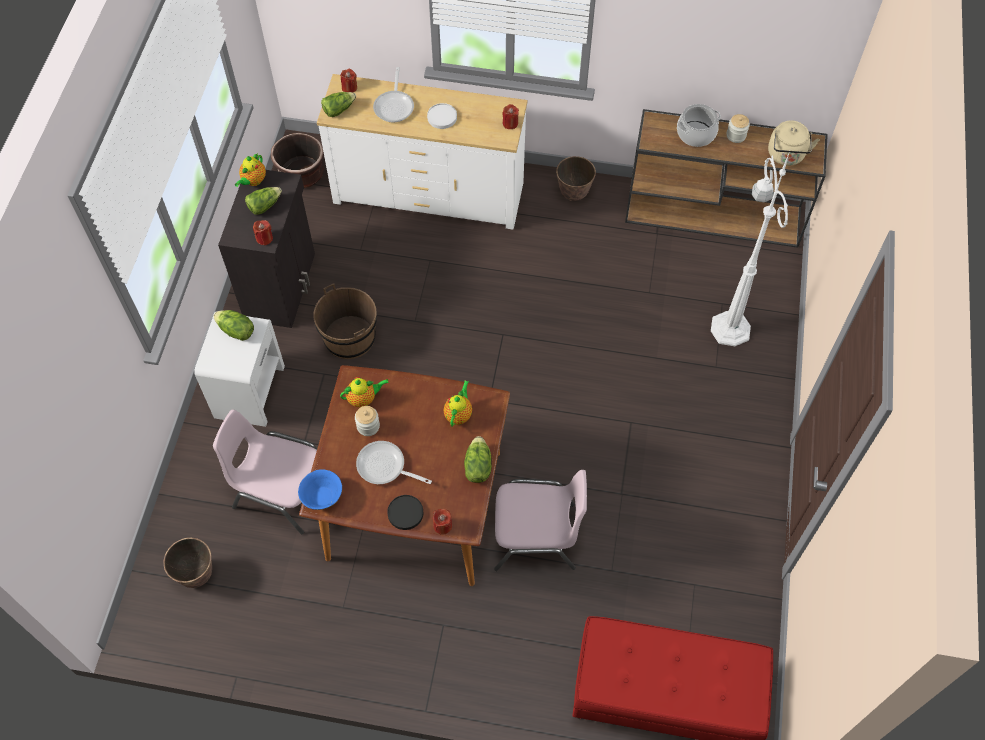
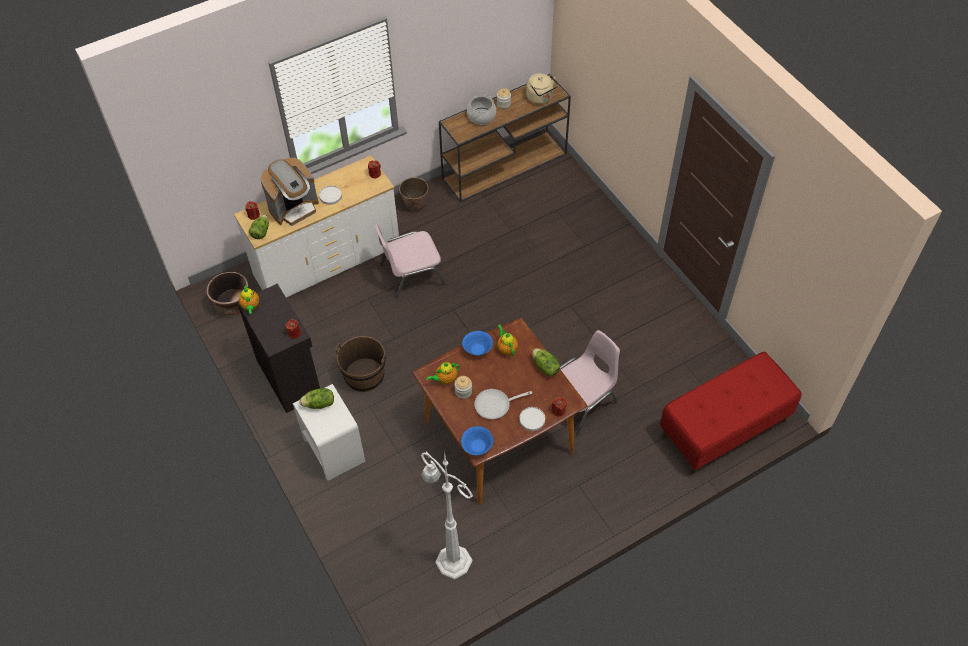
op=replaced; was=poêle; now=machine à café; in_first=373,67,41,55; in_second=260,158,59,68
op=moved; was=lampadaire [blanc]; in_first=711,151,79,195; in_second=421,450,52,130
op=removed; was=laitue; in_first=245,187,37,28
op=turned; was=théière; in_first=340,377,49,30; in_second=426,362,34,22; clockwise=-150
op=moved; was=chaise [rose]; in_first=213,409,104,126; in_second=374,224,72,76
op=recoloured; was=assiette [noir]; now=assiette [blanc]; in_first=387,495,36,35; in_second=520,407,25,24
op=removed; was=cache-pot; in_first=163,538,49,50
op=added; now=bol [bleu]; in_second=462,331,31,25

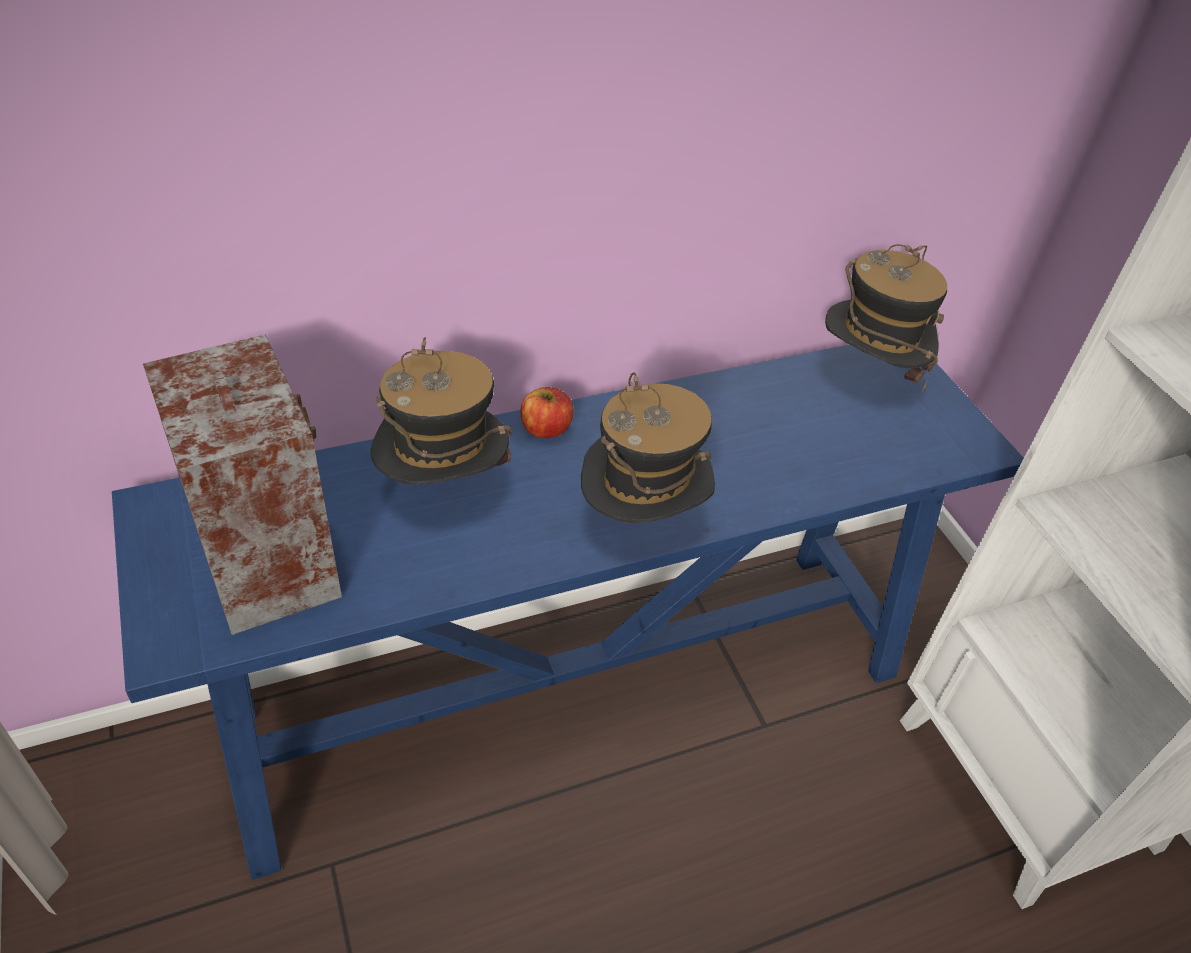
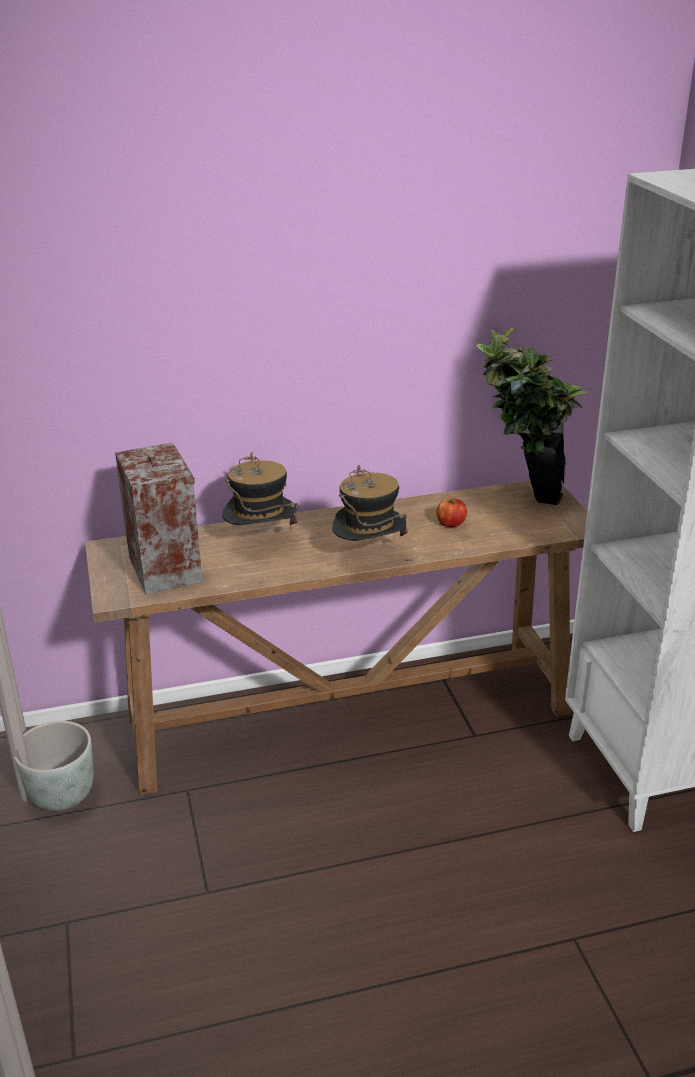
op=replaced; was=chapeau; now=plante en pot; in_first=825,244,122,148; in_second=476,327,111,178
op=recoloured; was=table console [bleu]; now=table console [marron]; in_first=112,345,911,535; in_second=85,480,502,315
op=moved; was=pomme; in_first=521,387,53,51; in_second=436,499,31,28
op=added; now=cache-pot [gris]; in_second=14,721,80,90

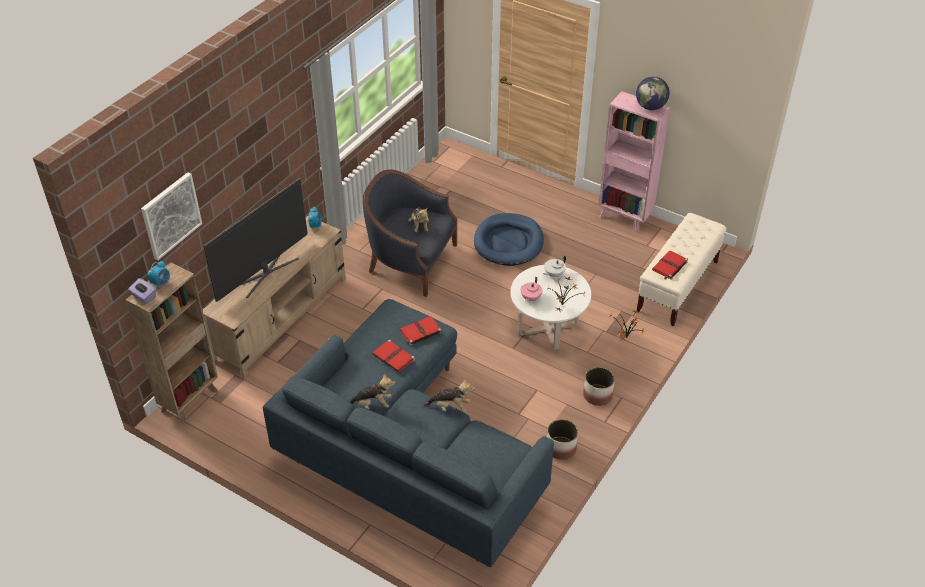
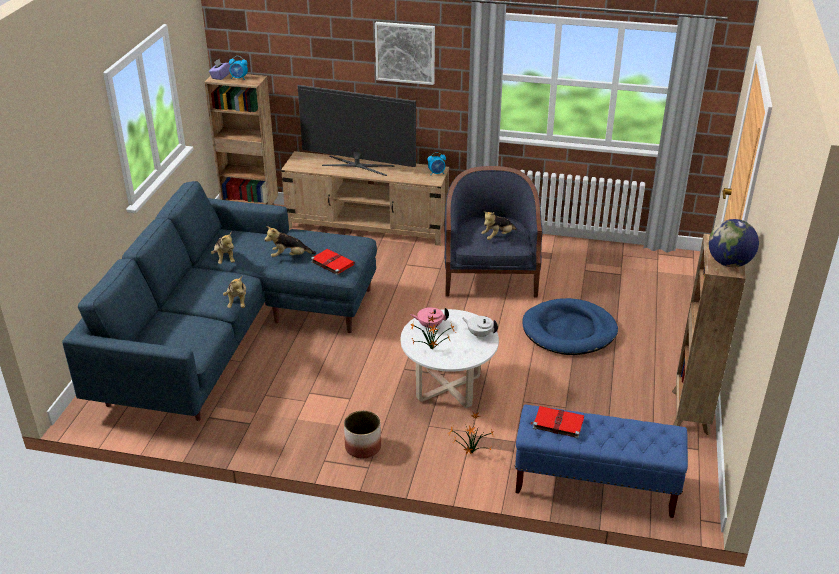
op=recoloured; was=bibliothèque [rose]; now=bibliothèque [marron]; in_first=599,91,71,141; in_second=672,234,74,201
op=moved; was=tableau; in_first=141,172,61,88; in_second=375,22,60,63
op=recoloured; was=banc [beige]; now=banc [bleu]; in_first=637,213,90,114; in_second=515,404,173,114
op=replaced; was=livre [rouge]; now=peluche; in_first=372,339,43,33; in_second=265,226,51,31
op=removed; was=cache-pot; in_first=547,419,31,41

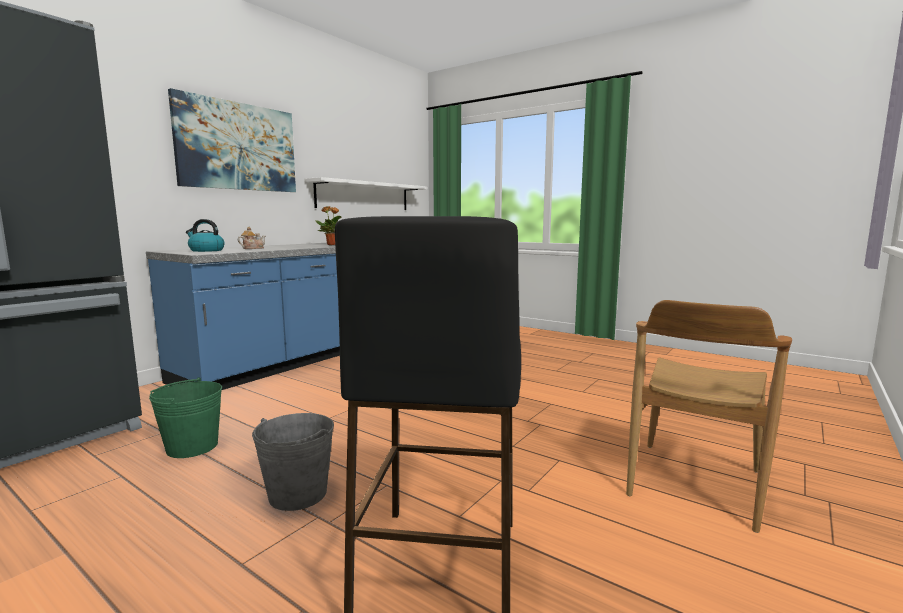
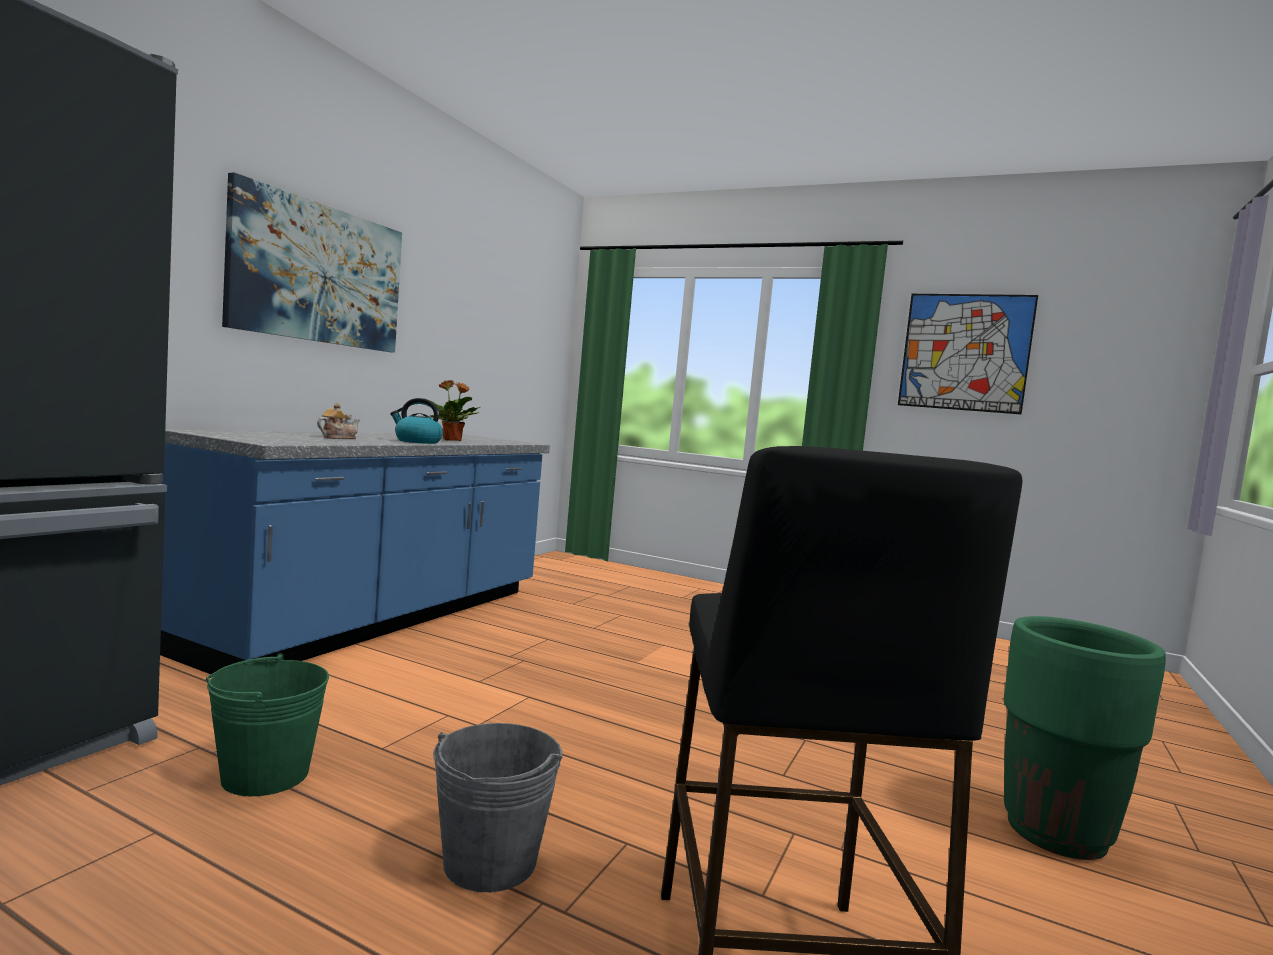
op=removed; was=étagère [blanc]; in_first=305,177,122,33
op=moved; was=bouilloire; in_first=186,219,38,33; in_second=390,398,53,46
op=replaced; was=chaise [marron]; now=cache-pot [vert]; in_first=626,300,166,233; in_second=1004,616,162,244
op=added; now=tableau; in_second=898,294,140,120

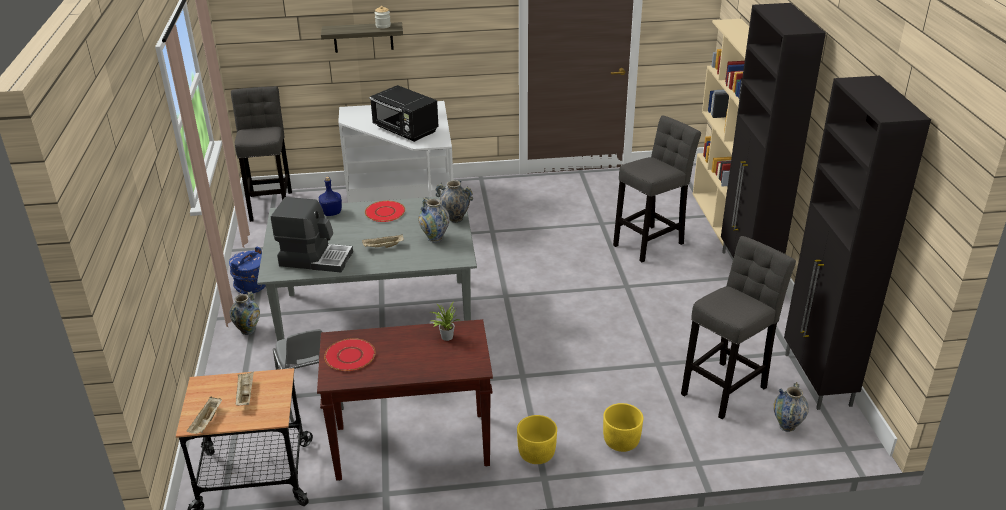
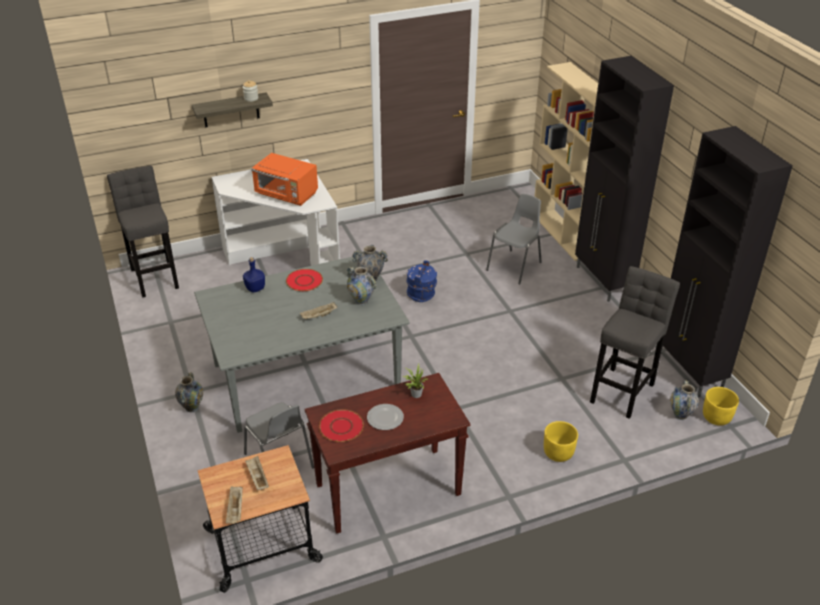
op=recoloured; was=micro-ondes [noir]; now=micro-ondes [orange]; in_first=369,85,70,57; in_second=251,153,67,53
op=replaced; was=tabouret [gris]; now=chaise [gris]; in_first=613,115,88,147; in_second=486,194,56,90
op=removed; was=machine à café; in_first=271,197,82,75
op=moved; was=seau [bleu]; in_first=229,247,37,47; in_second=406,260,31,42
op=moved; was=cache-pot [jaune]; in_first=517,415,40,49; in_second=703,387,36,39
op=added; now=assiette; in_second=367,404,37,26

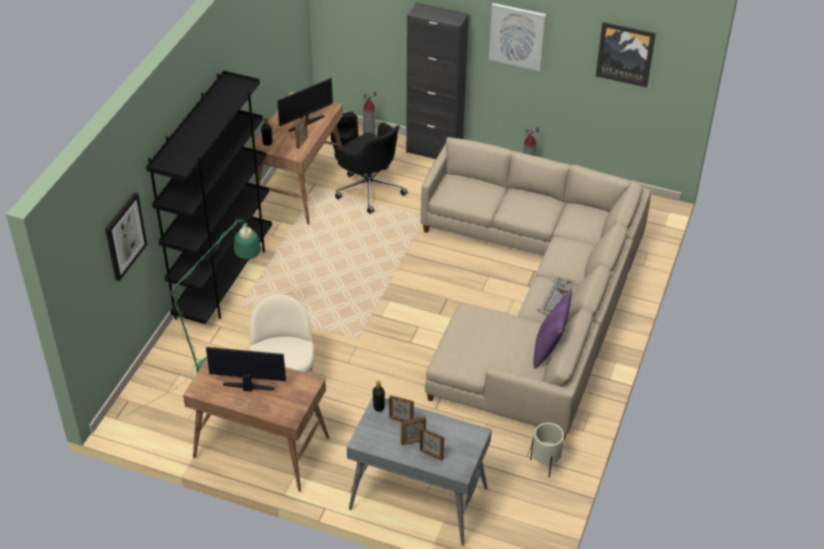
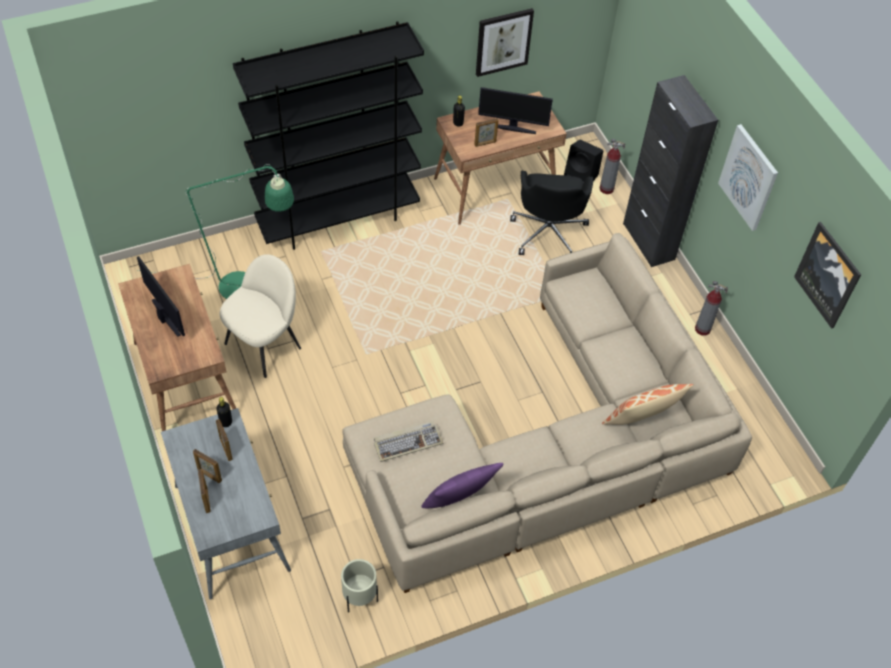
op=moved; was=tableau; in_first=105,192,42,89; in_second=476,8,58,69
op=moved; was=clavier; in_first=537,276,38,39; in_second=374,421,69,41
op=added; now=coussin; in_second=602,384,91,41

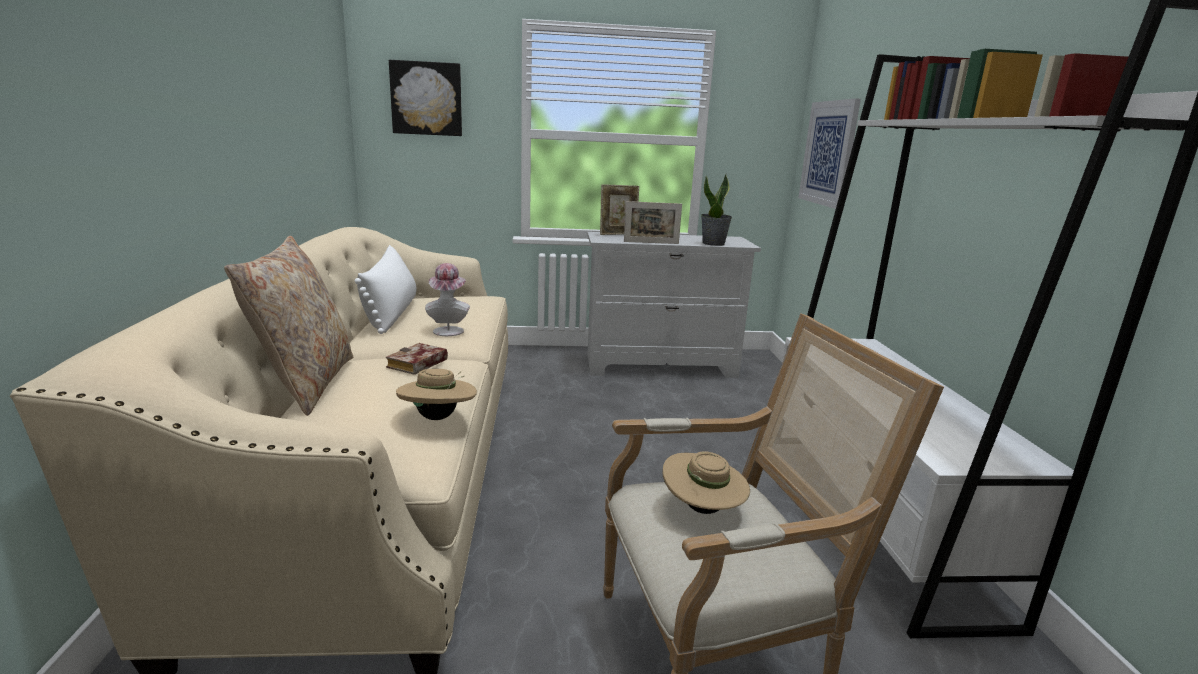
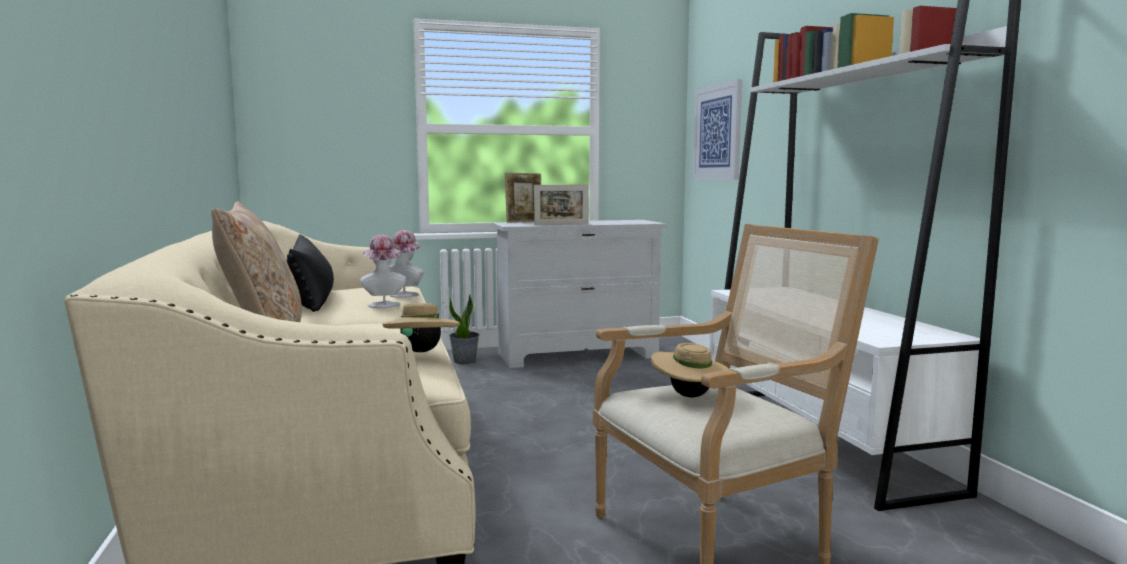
op=removed; was=tableau; in_first=389,60,73,76
op=moved; was=plante en pot; in_first=701,174,31,72; in_second=449,295,30,69
op=recoloured; was=coussin [blanc]; now=coussin [noir]; in_first=355,245,62,89; in_second=287,234,47,78
op=removed; was=livre; in_first=386,343,62,32
op=added; now=chapeau; in_second=389,230,35,68

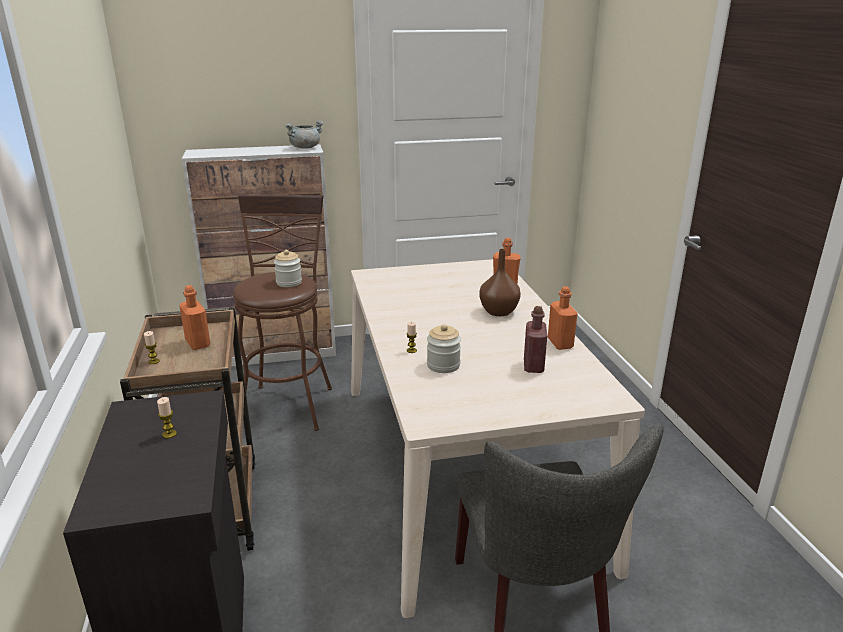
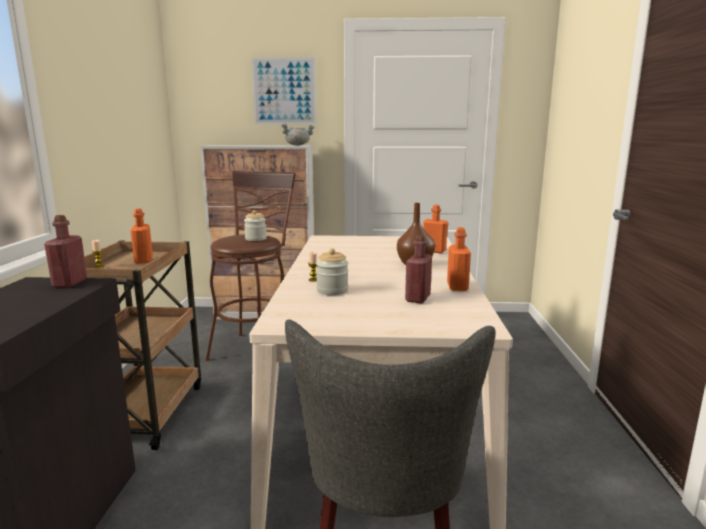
op=removed; was=bougie; in_first=157,397,20,42
op=added; now=tableau; in_second=251,57,66,67
op=added; now=bouteille [rouge]; in_second=44,215,43,73

